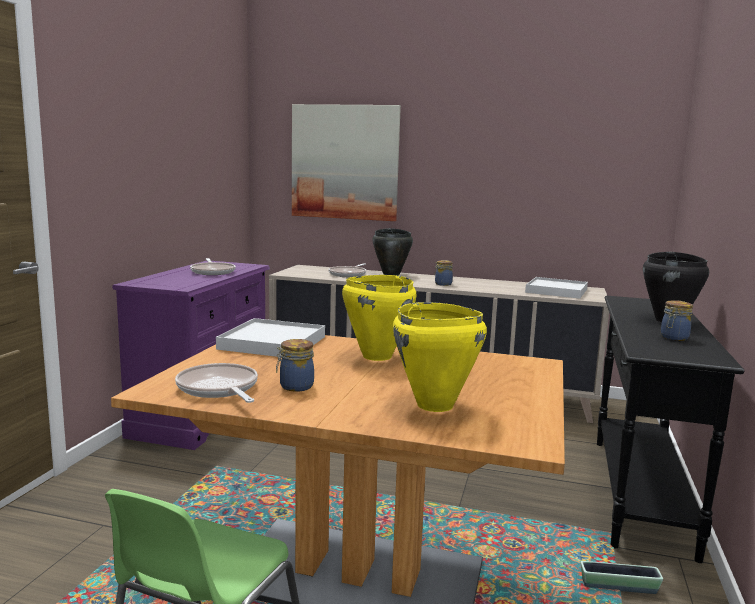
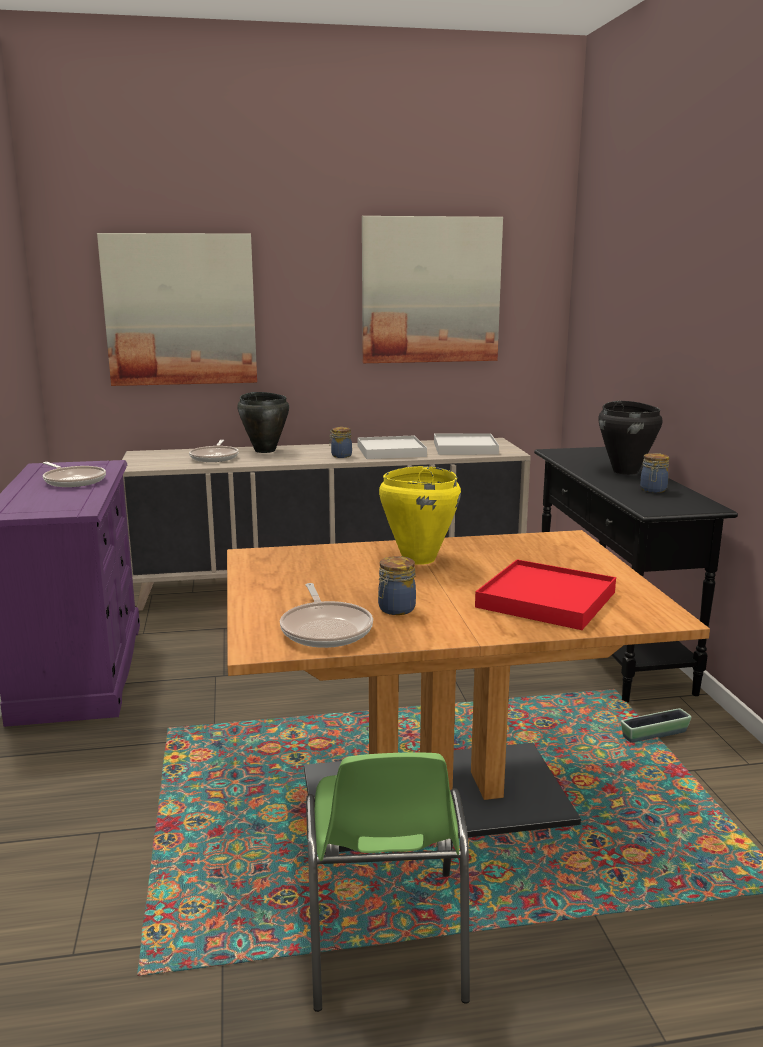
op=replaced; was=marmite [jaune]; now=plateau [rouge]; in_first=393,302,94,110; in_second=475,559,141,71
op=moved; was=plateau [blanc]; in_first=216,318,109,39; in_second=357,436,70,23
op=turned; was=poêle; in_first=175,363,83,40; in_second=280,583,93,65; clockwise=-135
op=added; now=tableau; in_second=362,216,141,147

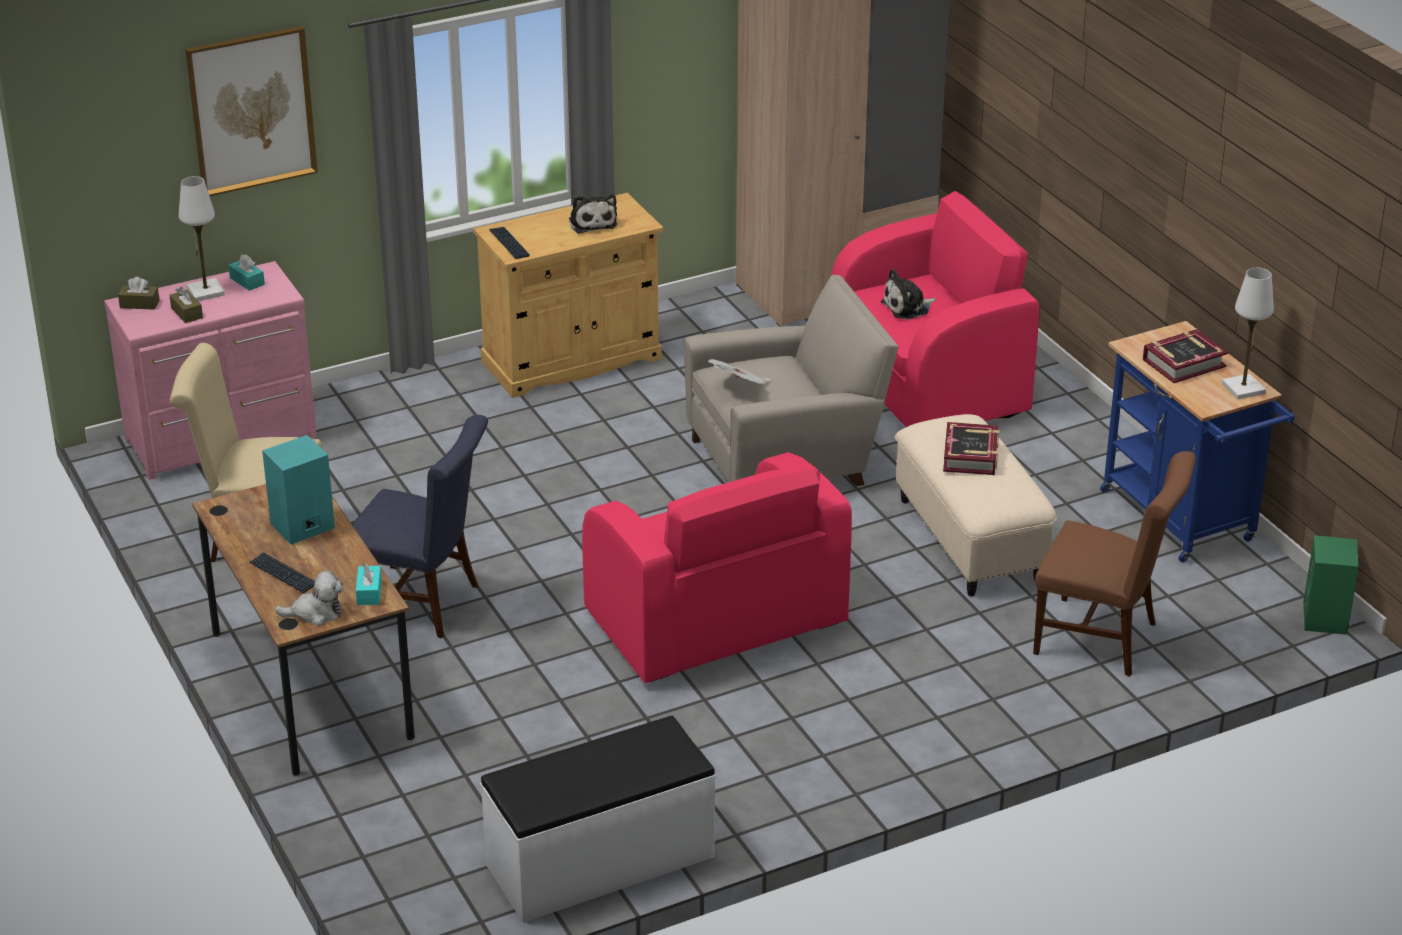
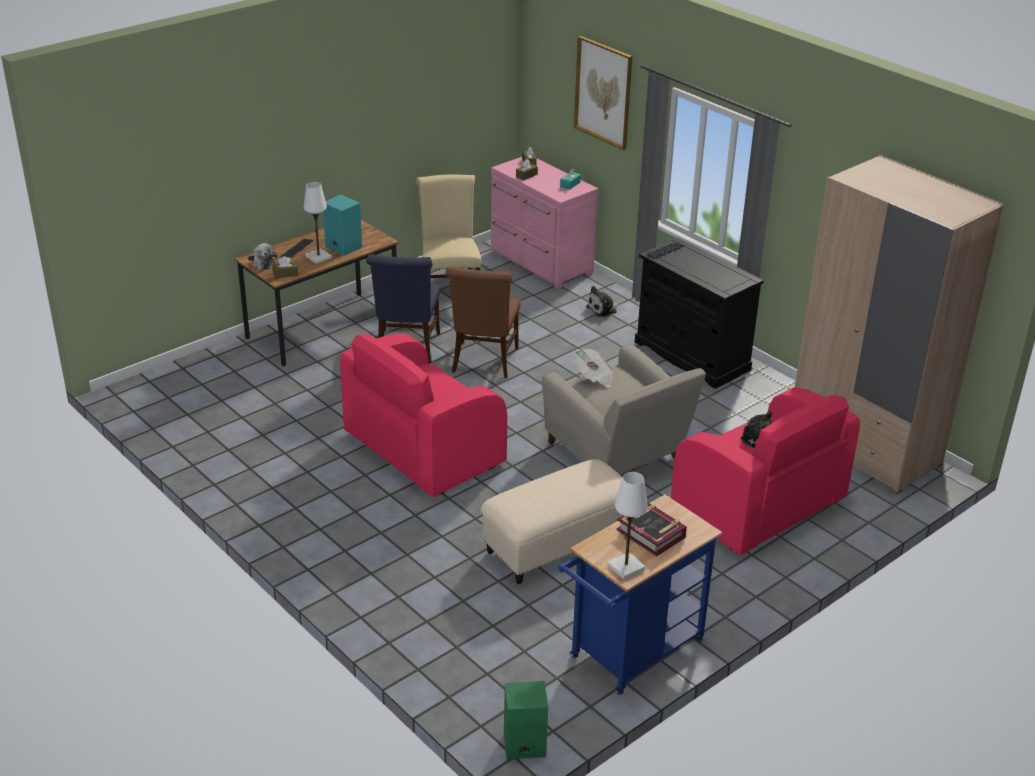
op=moved; was=lampe de table [blanc]; in_first=179,176,46,125; in_second=304,182,28,82
op=recoloured; was=meuble de rangement [beige]; now=meuble de rangement [noir]; in_first=473,193,190,205; in_second=635,238,129,151
op=moved; was=peluche; in_first=569,194,48,40; in_second=586,286,33,31
op=removed; was=livre; in_first=943,422,56,53
op=moved; was=chaise [marron]; in_first=1033,451,163,226; in_second=446,266,74,112
op=recoloured; was=boîte à mouchoirs [turquoise]; now=boîte à mouchoirs [marron]; in_first=356,563,26,42; in_second=272,256,26,23
op=removed; was=banc [blanc]; in_first=480,716,236,207

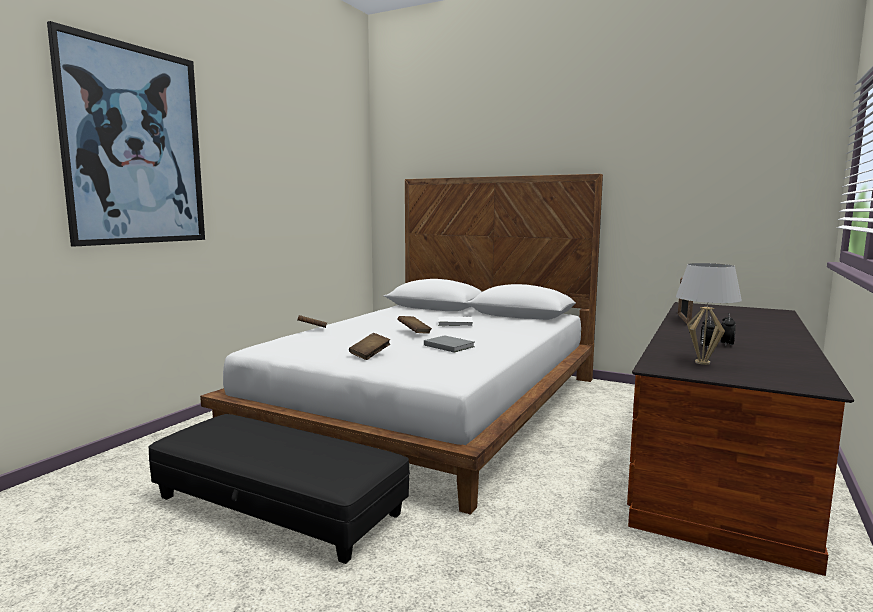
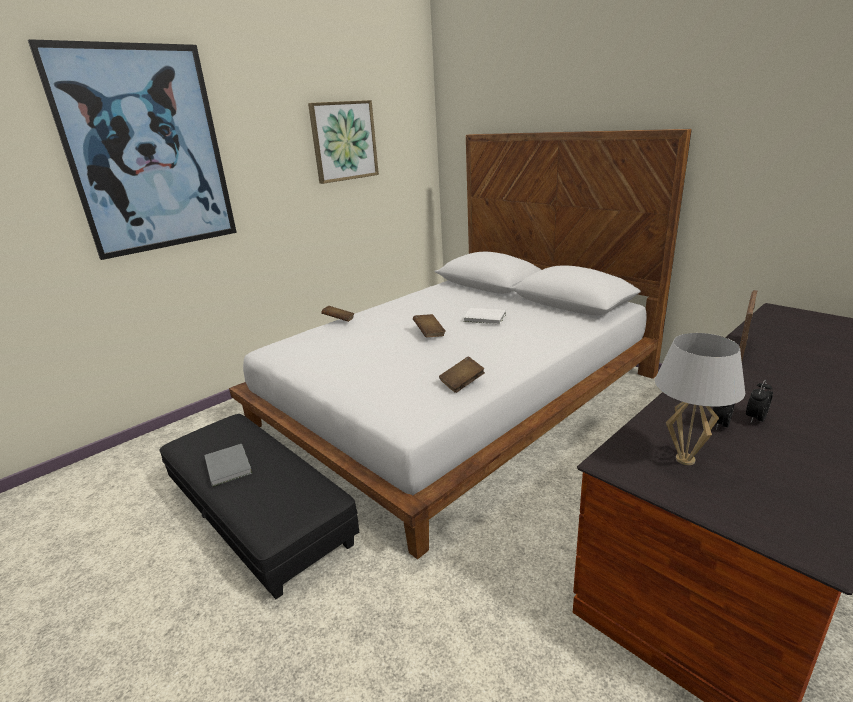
op=moved; was=livre [marron]; in_first=349,333,41,27; in_second=439,356,46,37
op=moved; was=livre [gris]; in_first=424,335,51,17; in_second=204,444,48,43
op=added; now=tableau; in_second=308,100,71,84

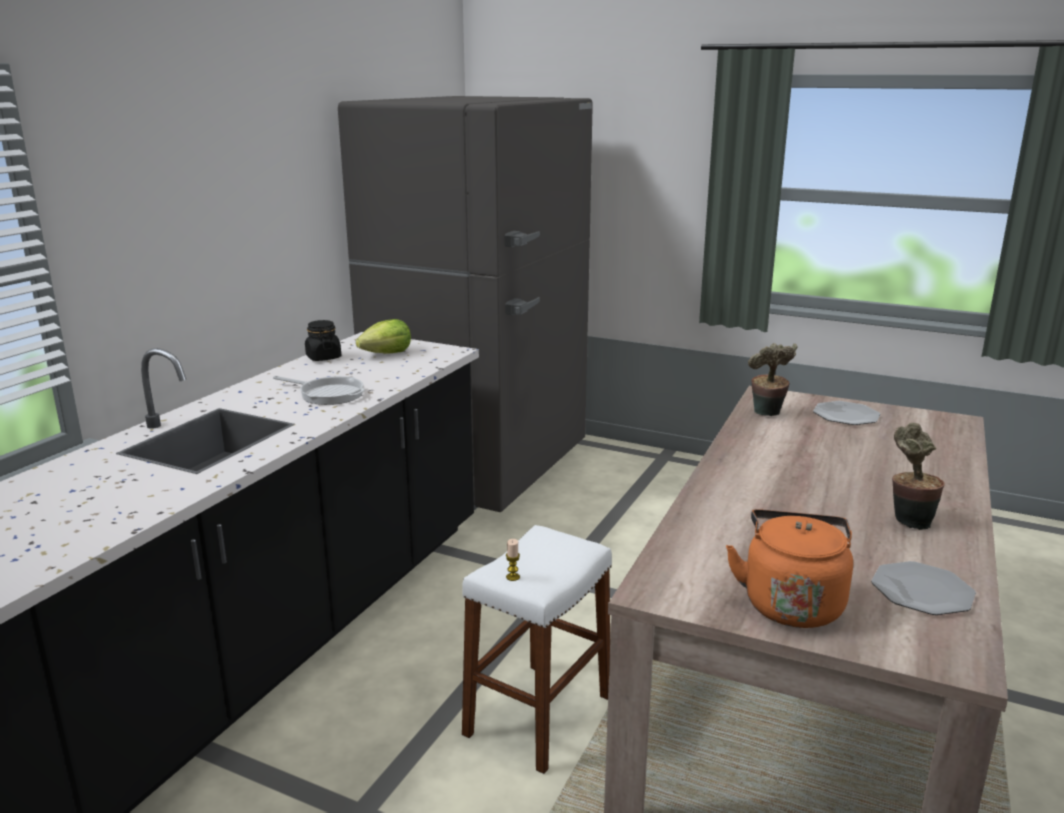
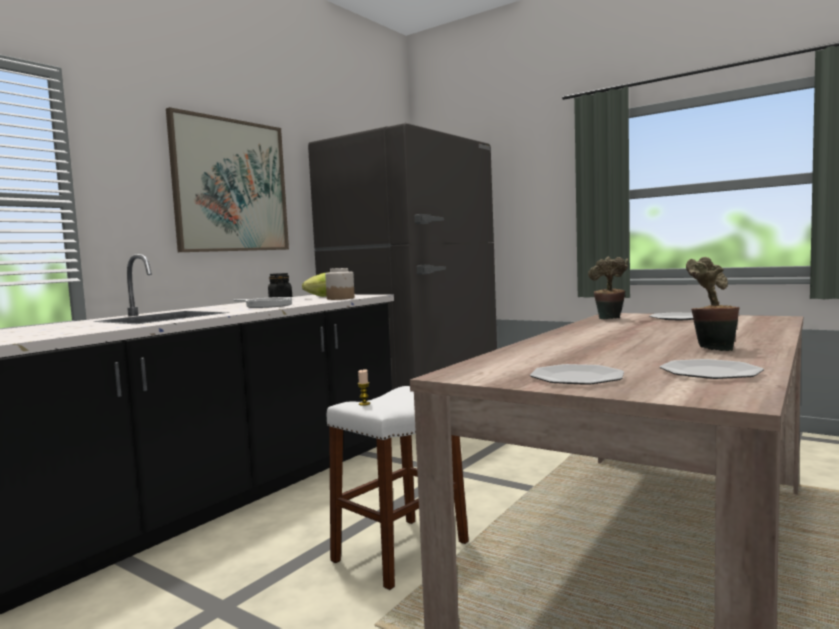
op=replaced; was=bouilloire [orange]; now=assiette; in_first=726,509,127,119; in_second=530,364,94,21
op=added; now=tableau; in_second=166,107,123,145
op=added; now=bocal; in_second=325,268,30,32

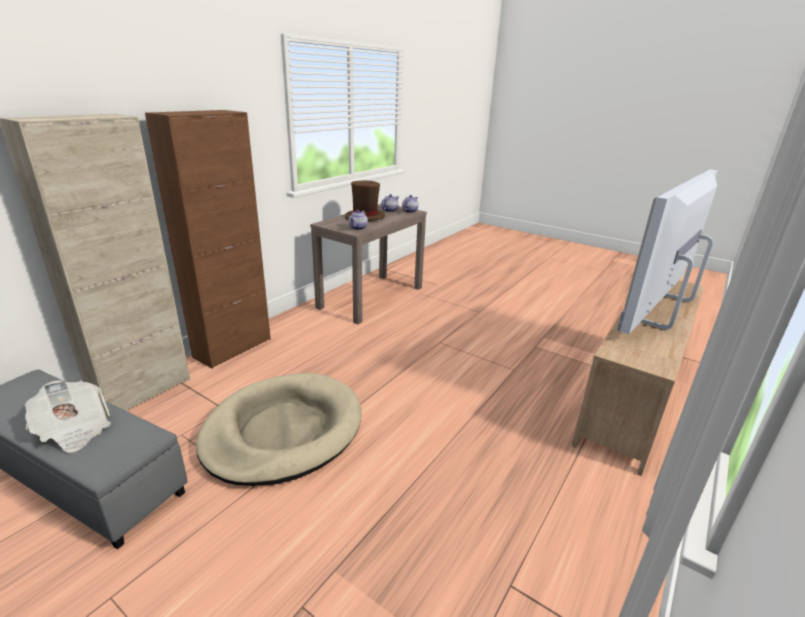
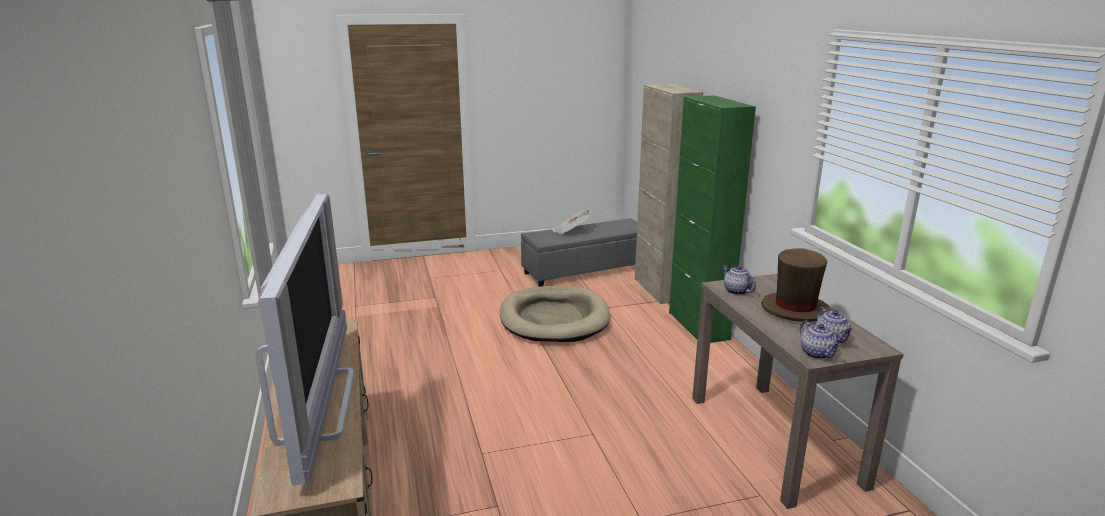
op=recoloured; was=meuble de rangement [marron]; now=meuble de rangement [vert]; in_first=145,110,126,259; in_second=669,95,87,248

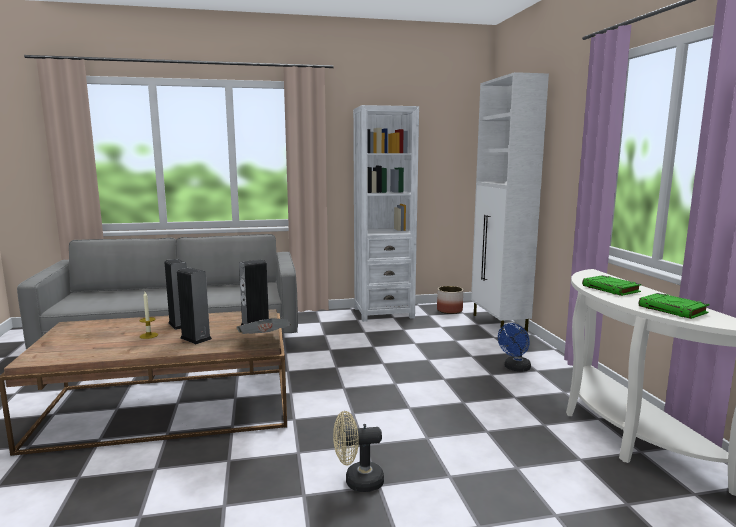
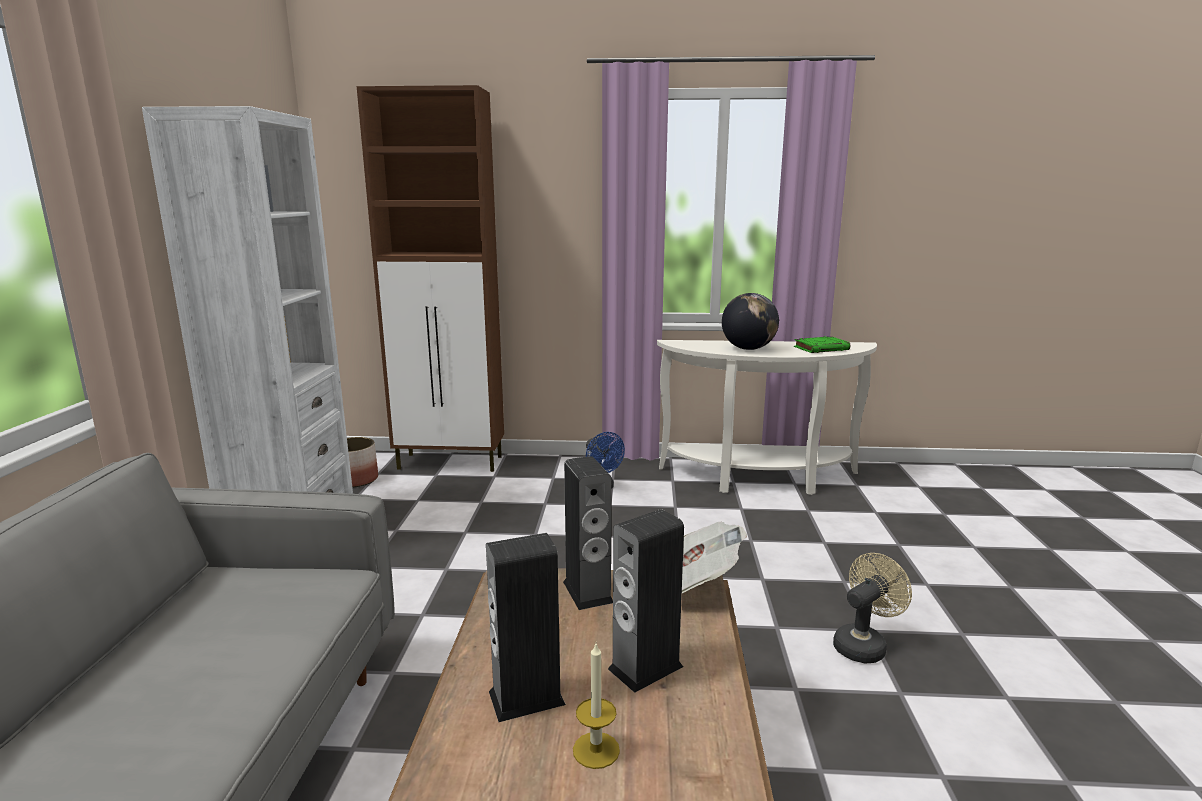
op=recoloured; was=meuble de rangement [blanc]; now=meuble de rangement [marron]; in_first=471,72,78,260; in_second=357,85,147,387
op=replaced; was=livre [vert]; now=globe; in_first=582,275,60,21; in_second=722,293,57,57
op=turned; was=ventilateur [beige]; in_first=333,411,51,81; in_second=833,553,79,111; clockwise=-135

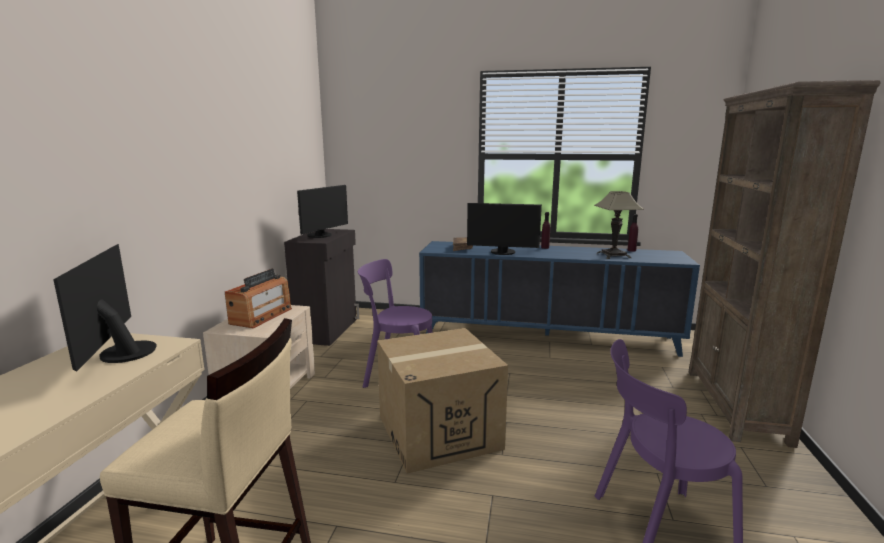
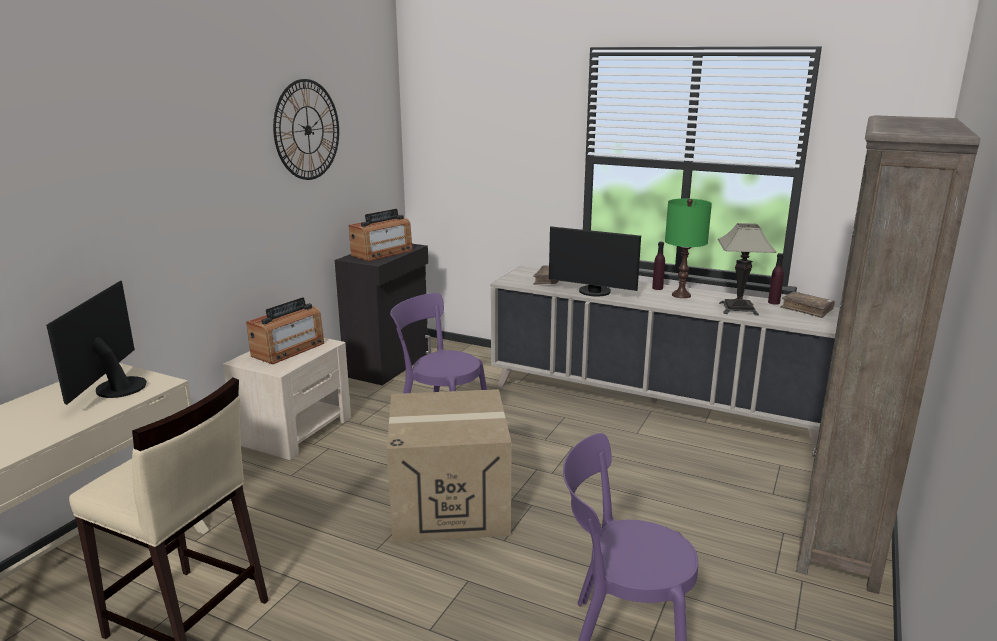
op=replaced; was=écran d'ordinateur; now=radio; in_first=297,185,51,53; in_second=349,209,63,52
op=recoloured; was=meuble de rangement [bleu]; now=meuble de rangement [beige]; in_first=419,241,281,116; in_second=491,266,349,183
op=added; now=horloge murale; in_second=273,79,66,101
op=added; now=lampe de table [vert]; in_second=665,198,47,100
op=added; now=livre [marron]; in_second=780,291,55,27

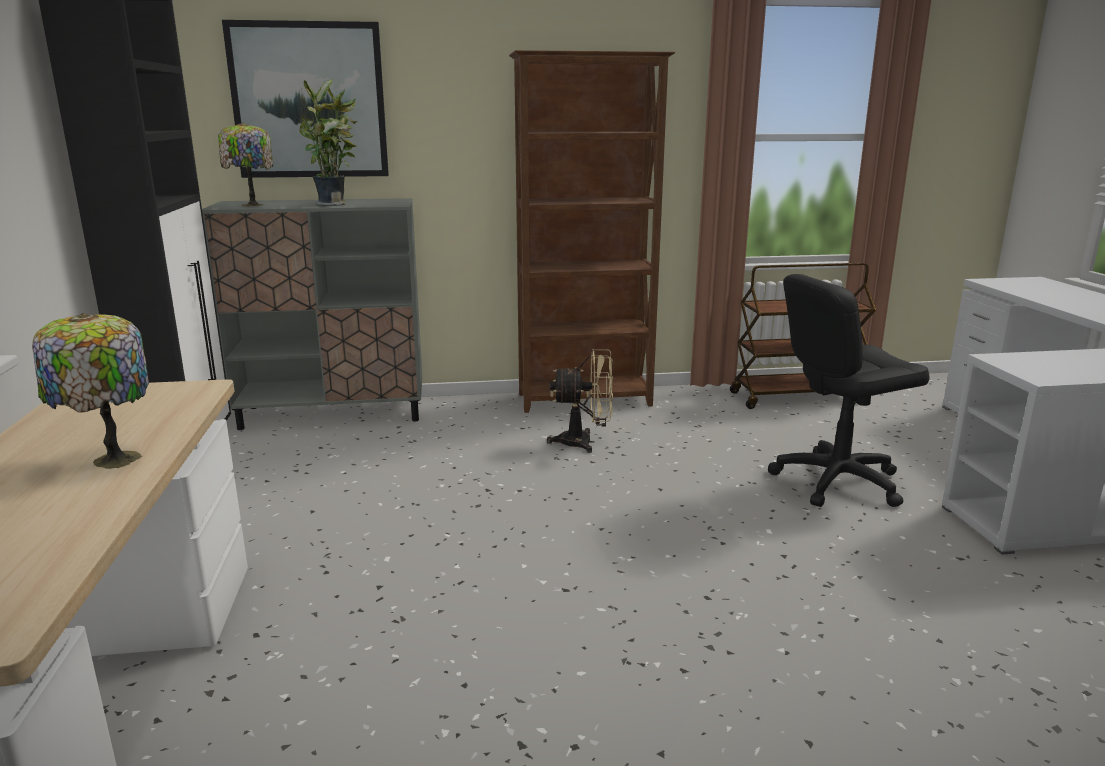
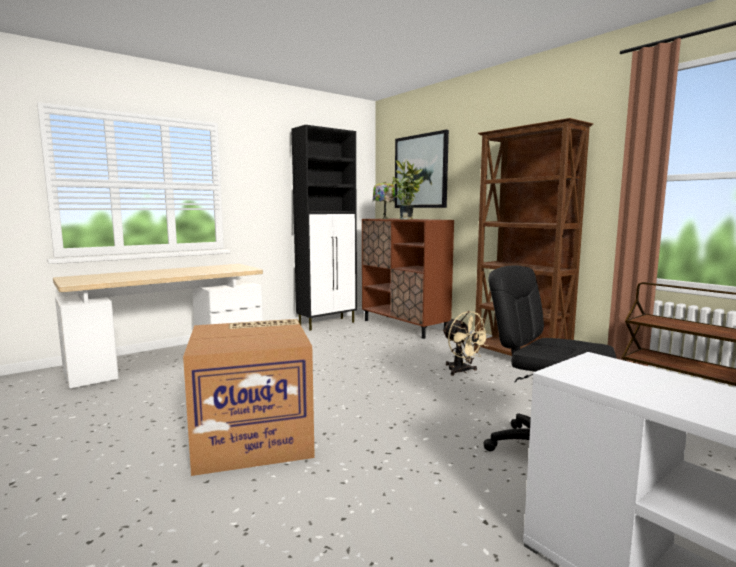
op=recoloured; was=meuble de rangement [gris]; now=meuble de rangement [marron]; in_first=202,198,220,232; in_second=362,218,92,121
op=removed; was=lampe de table; in_first=32,313,117,156
op=added; now=carton; in_second=183,319,132,157

